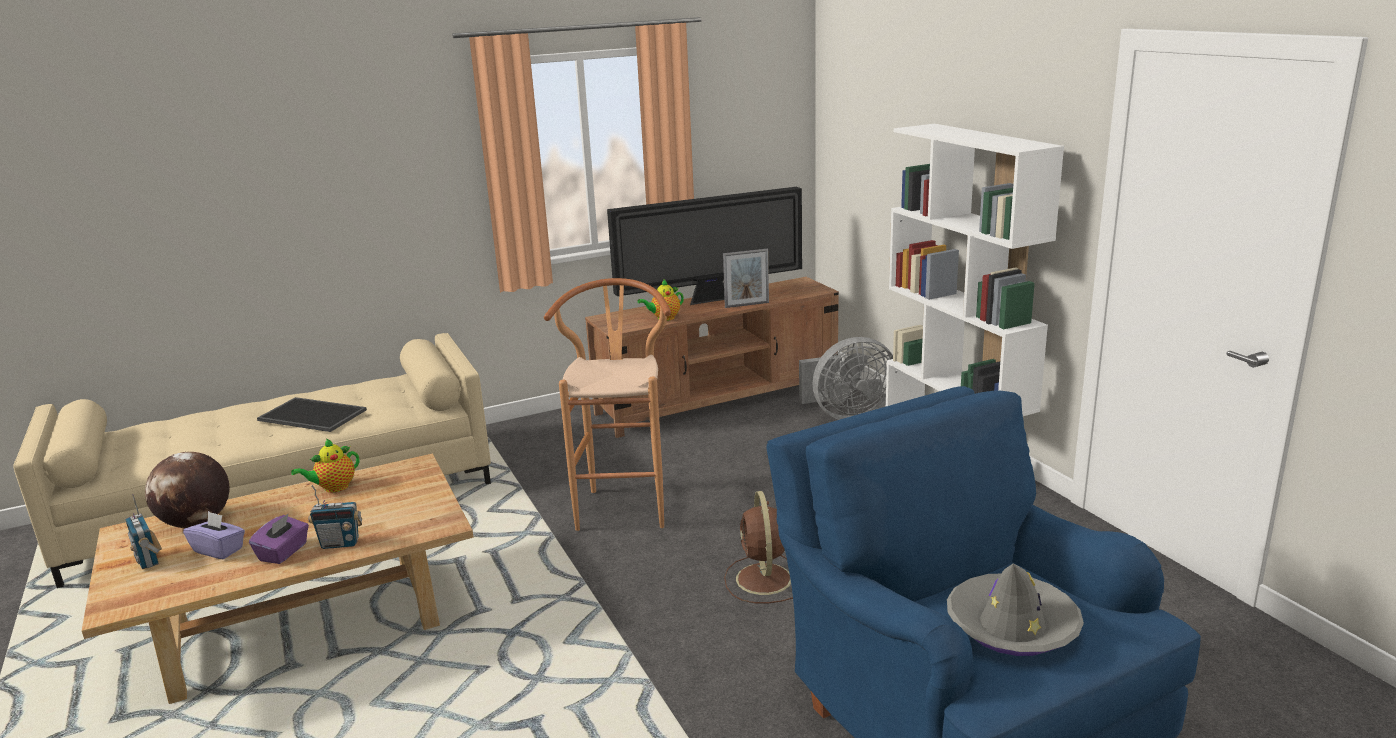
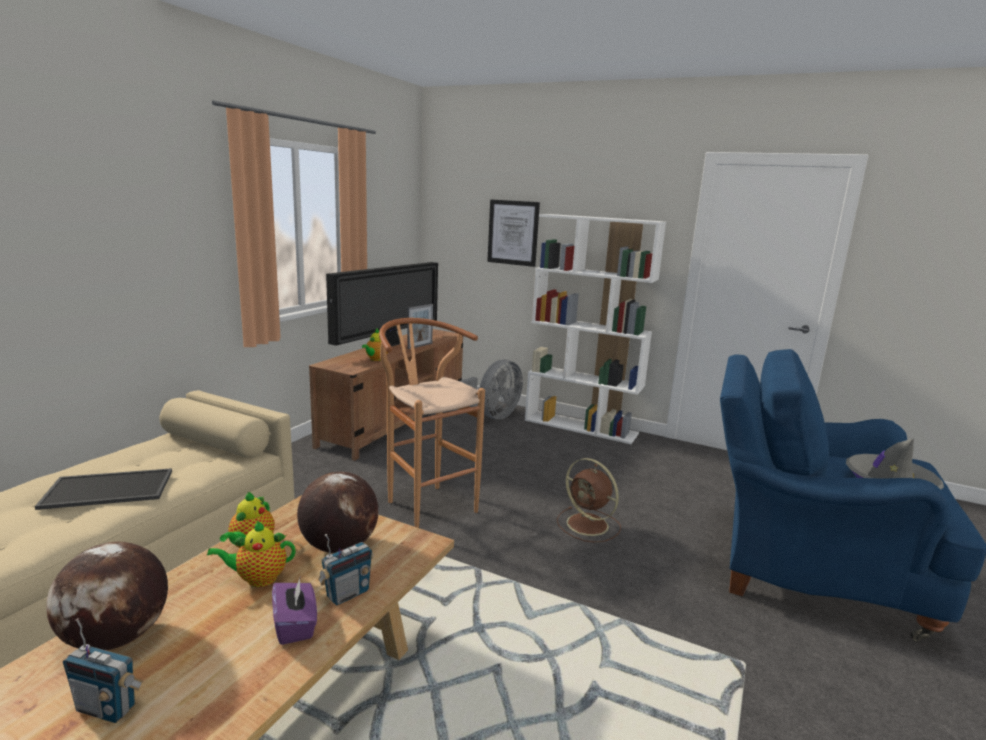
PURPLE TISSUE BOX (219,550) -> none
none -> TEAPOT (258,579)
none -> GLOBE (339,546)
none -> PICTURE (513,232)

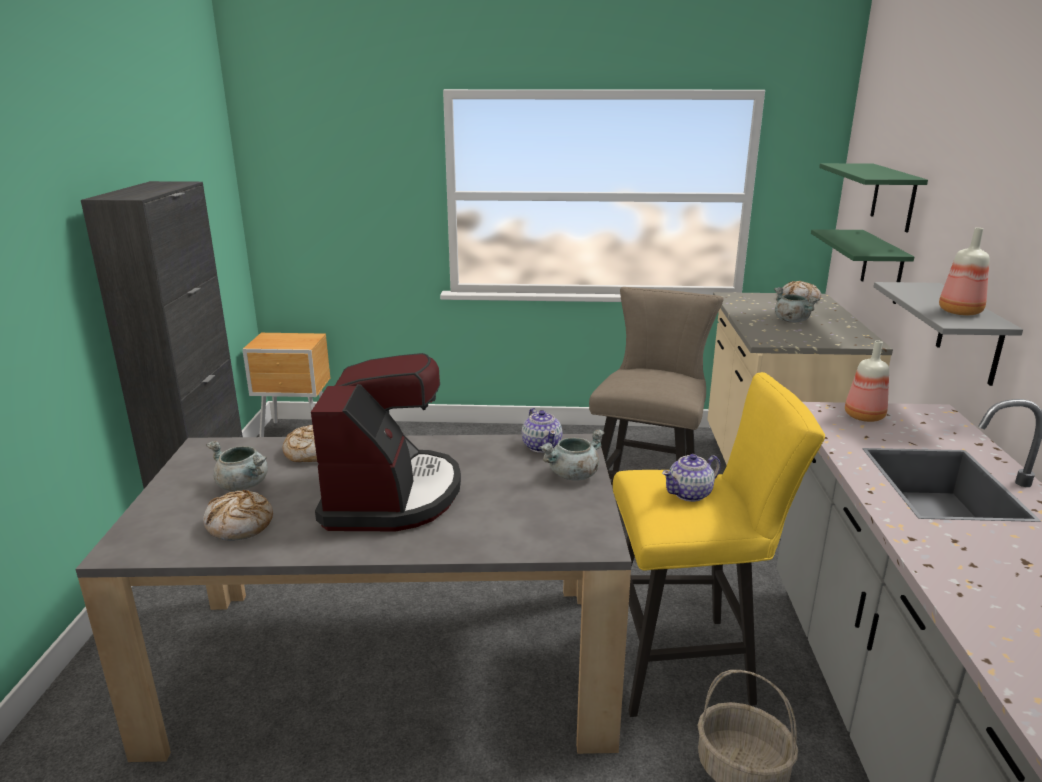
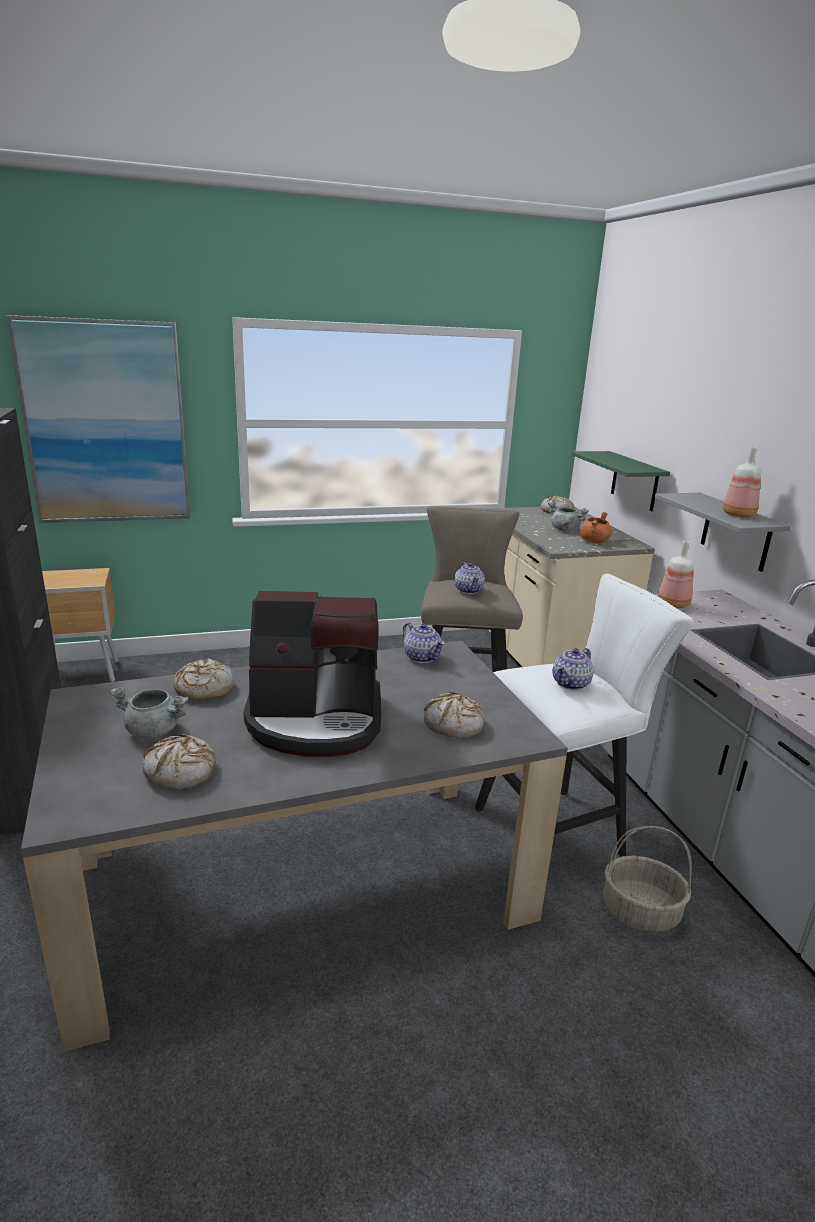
GREY COOKING POT (573,475) -> none
GREEN SHELF (893,197) -> none
none -> PICTURE (106,424)
none -> BREAD (453,724)
none -> TEAPOT (468,590)
none -> ORANGE COOKING POT (594,541)
YELLOW STOOL (688,662) -> WHITE STOOL (558,831)
COFFEE MACHINE (391,495) -> COFFEE MACHINE (316,720), 105 degrees clockwise

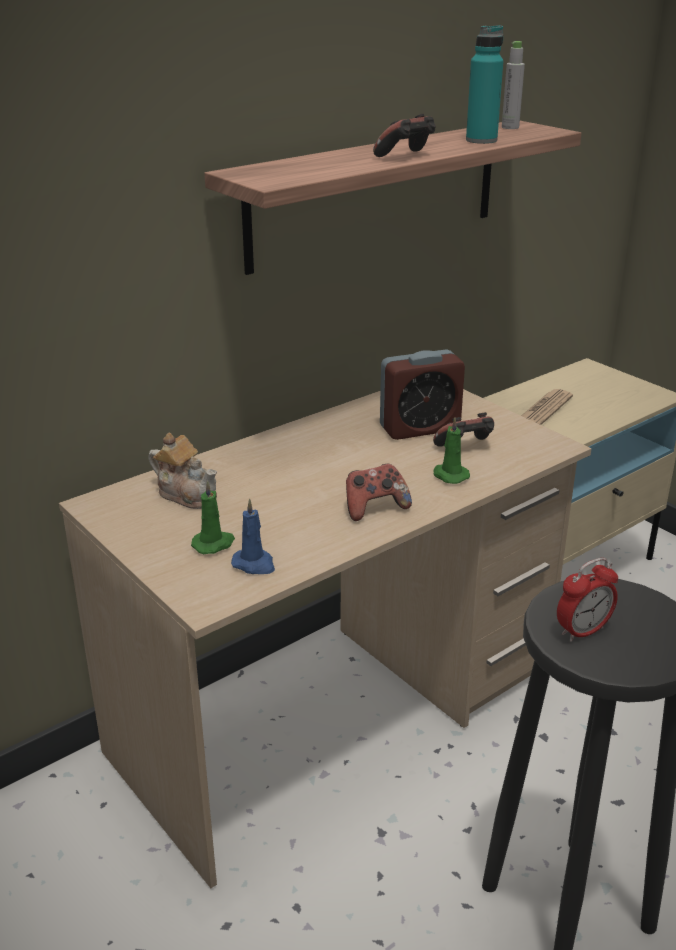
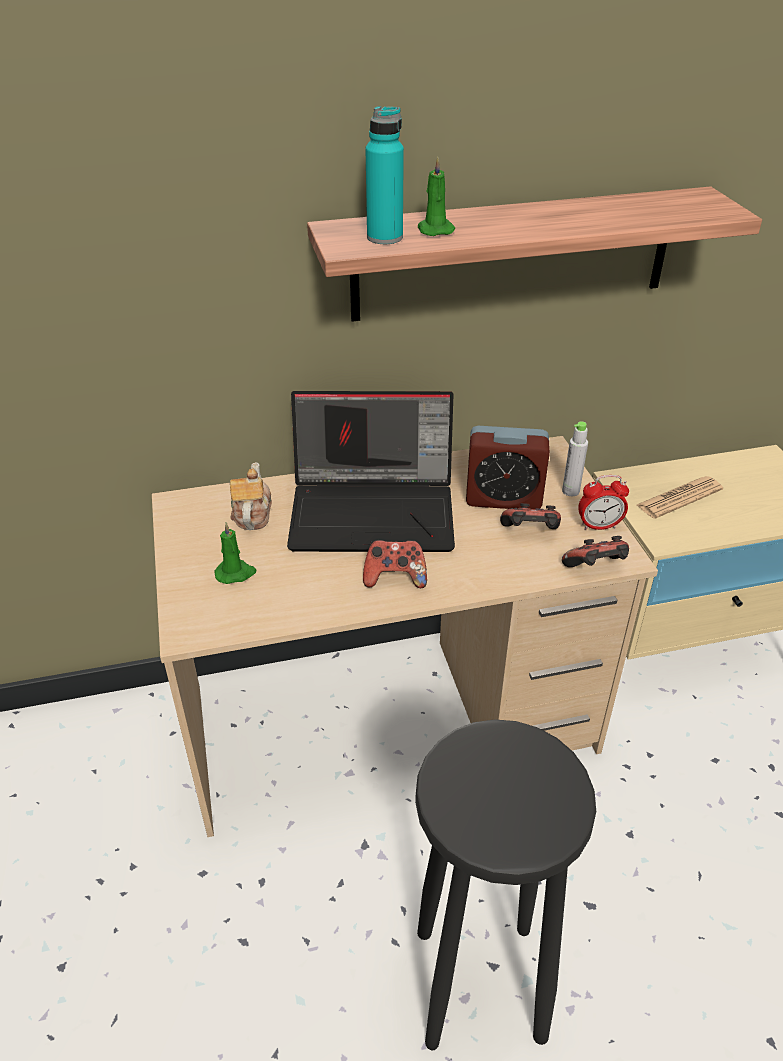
BLUE CANDLE (254,564) -> none
none -> LAPTOP (375,511)
GAME CONTROLLER (406,157) -> GAME CONTROLLER (595,569), relocated
GREEN CANDLE (449,475) -> GREEN CANDLE (434,230), relocated
TURQUOISE BOTTLE (481,140) -> TURQUOISE BOTTLE (384,237), relocated
GREY BOTTLE (510,127) -> GREY BOTTLE (570,491), relocated
ALARM CLOCK (582,631) -> ALARM CLOCK (599,526), relocated
TEAPOT (187,494) -> TEAPOT (252,514), 150 degrees counterclockwise

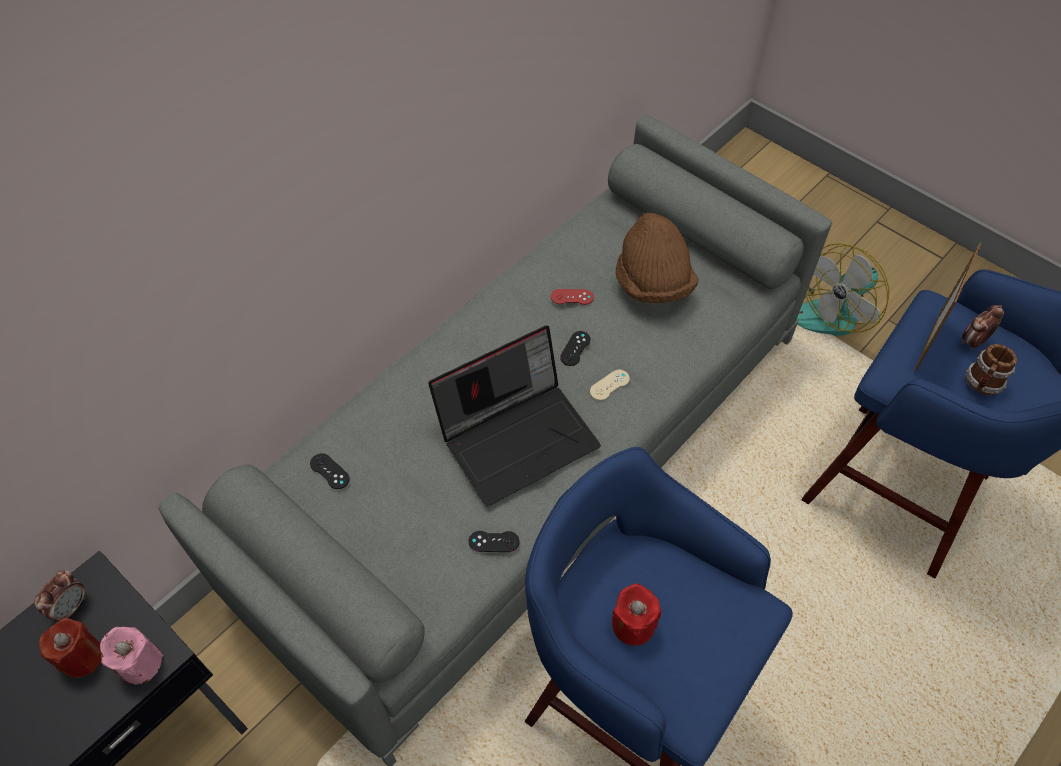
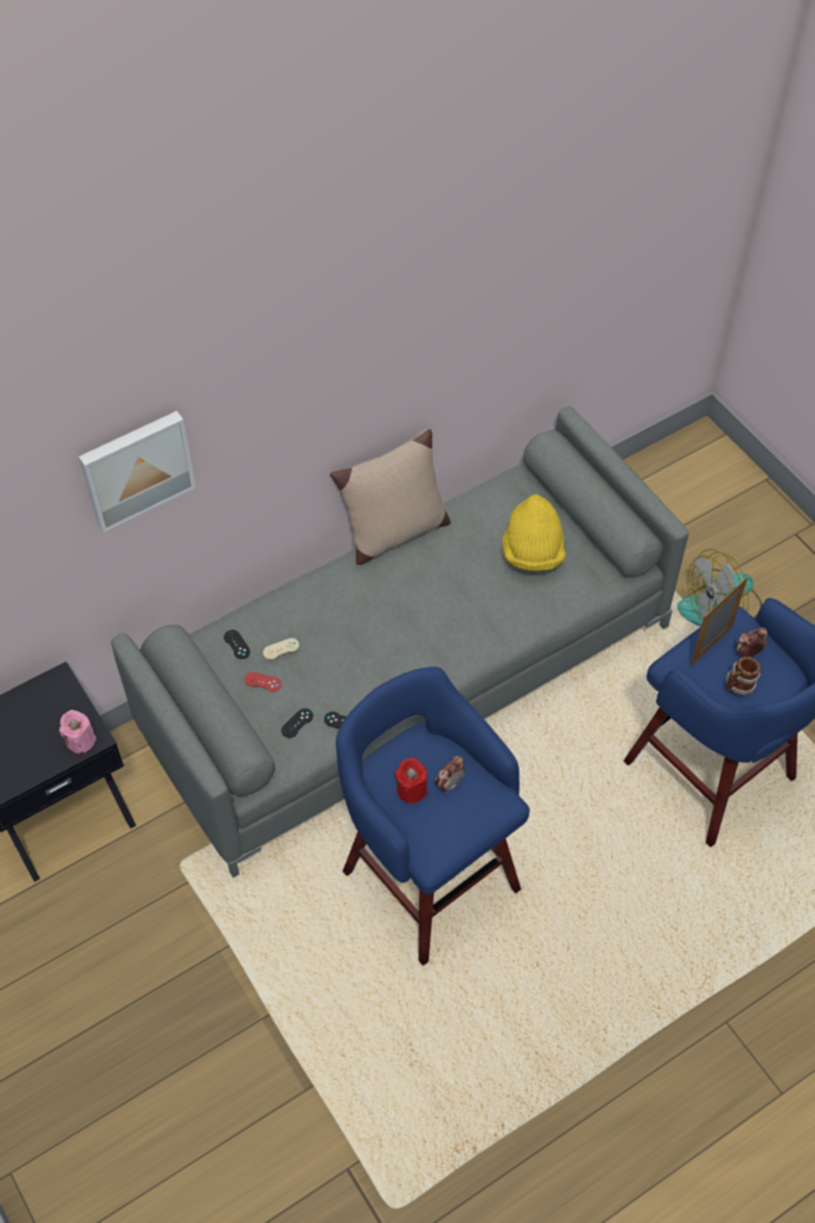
RED CANDLE (81,657) -> none
LAPTOP (518,436) -> none
none -> PICTURE (136,468)
none -> BEIGE PILLOW (393,533)
ALARM CLOCK (71,607) -> ALARM CLOCK (449,784), relocated
RED GAME CONTROLLER (572,297) -> RED GAME CONTROLLER (263,682), relocated
BLACK GAME CONTROLLER (575,348) -> BLACK GAME CONTROLLER (297,723), relocated
BEIGE GAME CONTROLLER (609,385) -> BEIGE GAME CONTROLLER (281,649), relocated
BROWN HAT (653,283) -> YELLOW HAT (532,552)

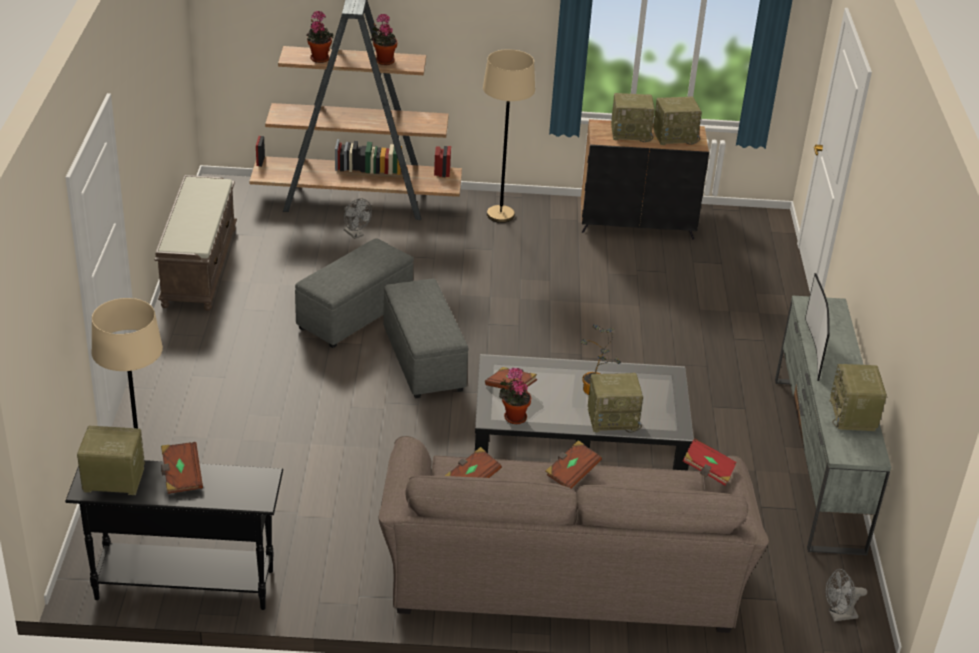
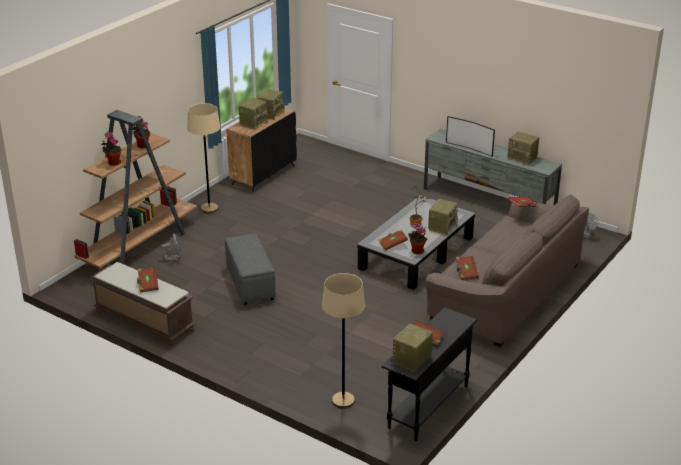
GREY OTTOMAN (423,359) -> none
BROWN BOOK (572,473) -> BROWN BOOK (147,284), relocated

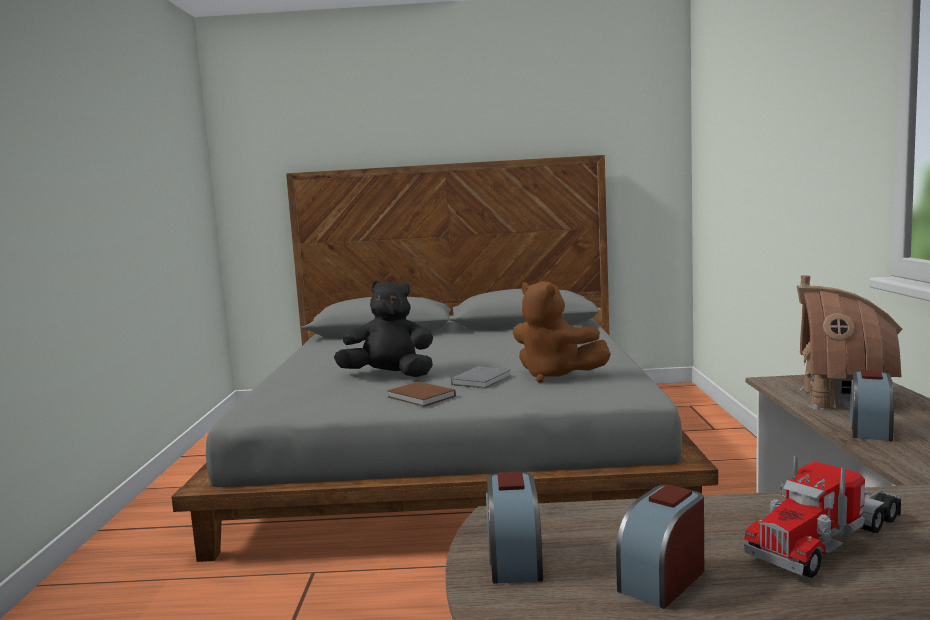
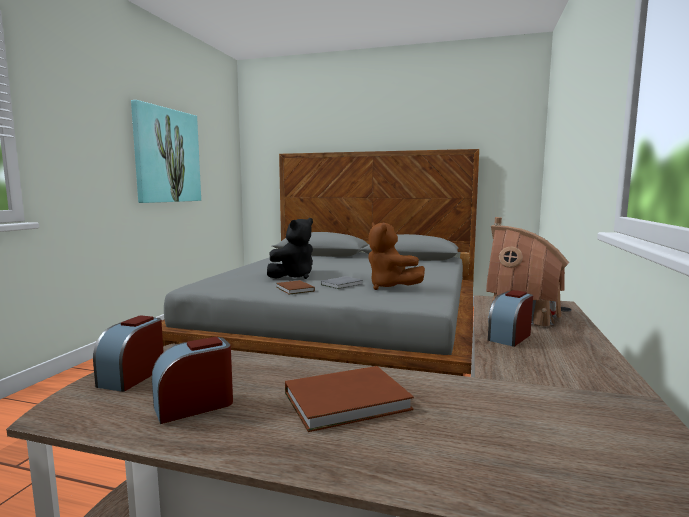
none -> PICTURE (167,156)
TOY TRUCK (826,538) -> BROWN BOOK (350,401)
BLACK PLUSH TOY (389,376) -> BLACK PLUSH TOY (293,276), 105 degrees clockwise

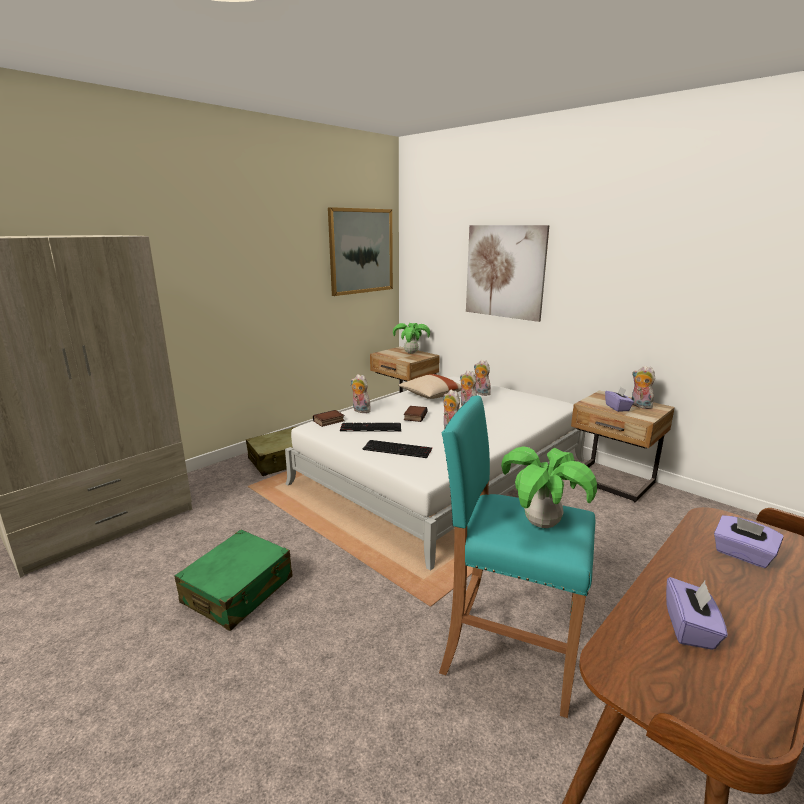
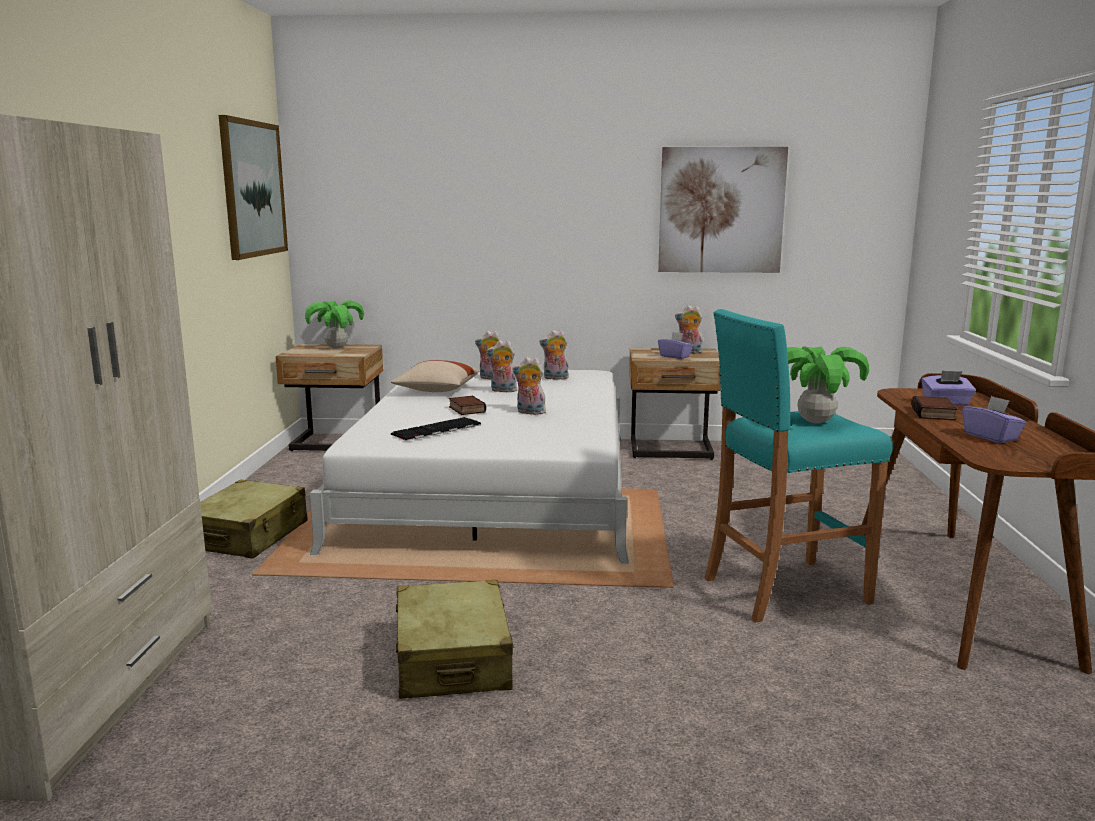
KEYBOARD (398,449) -> none
BOOK (328,421) -> BOOK (934,414), relocated
PLUSH TOY (360,411) -> PLUSH TOY (555,378), relocated
PICTURE (504,272) -> PICTURE (721,210), relocated
GREEN SUITCASE (238,590) -> BEIGE SUITCASE (452,659)

